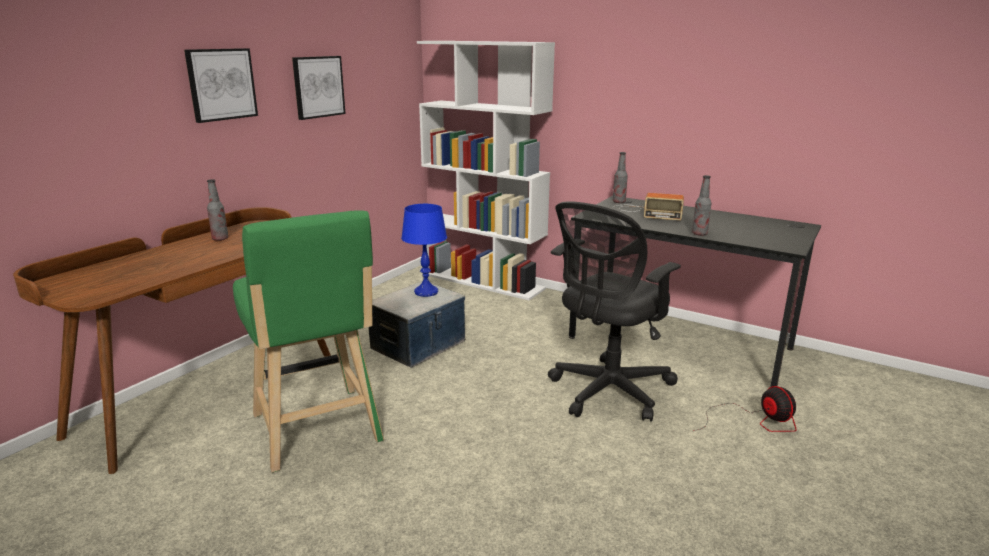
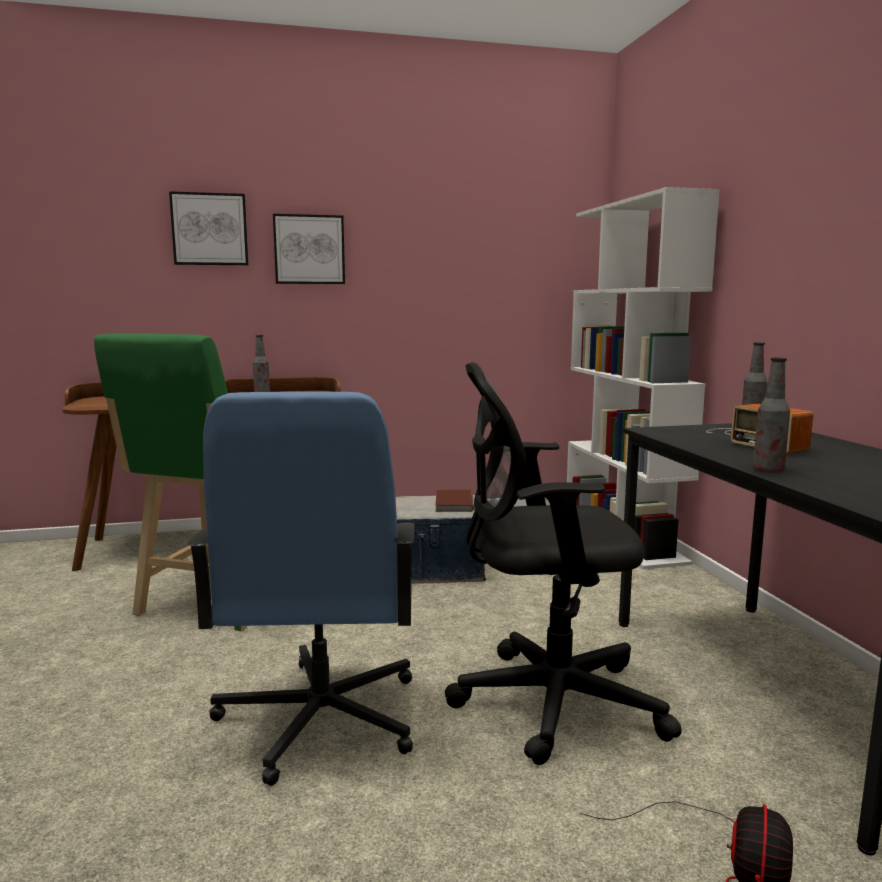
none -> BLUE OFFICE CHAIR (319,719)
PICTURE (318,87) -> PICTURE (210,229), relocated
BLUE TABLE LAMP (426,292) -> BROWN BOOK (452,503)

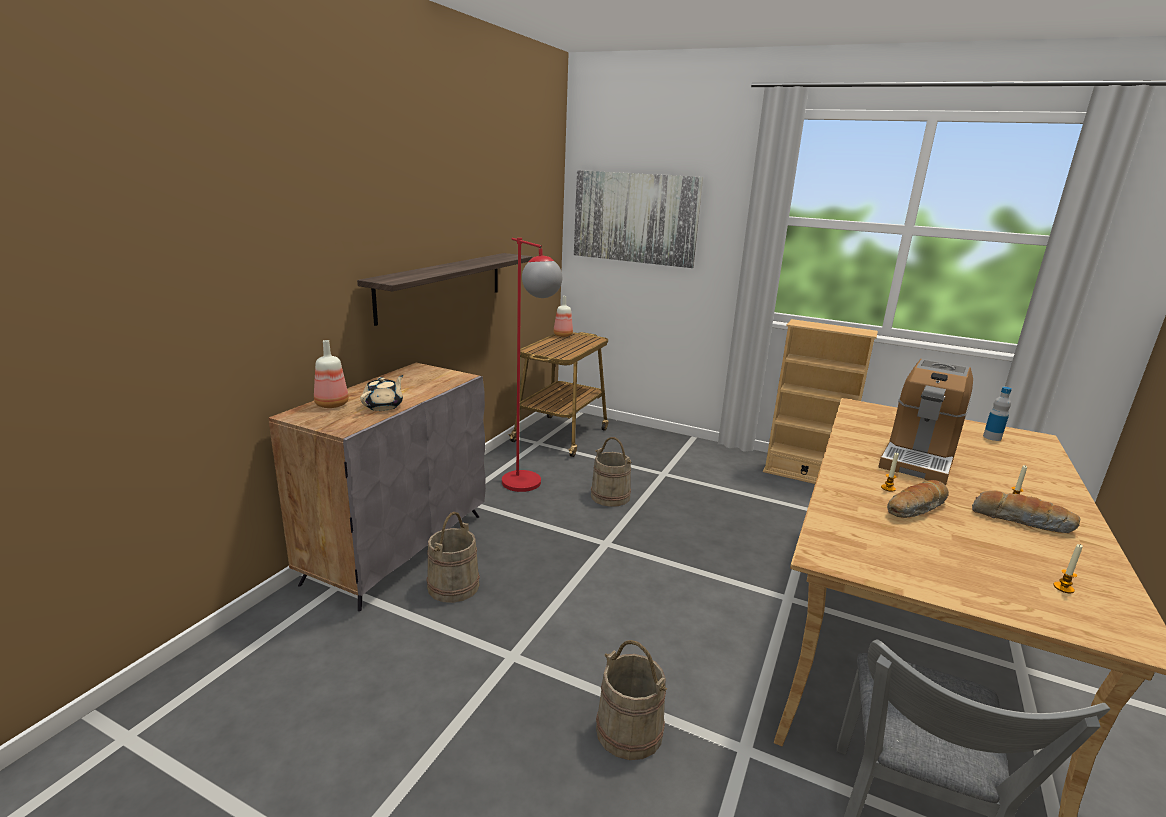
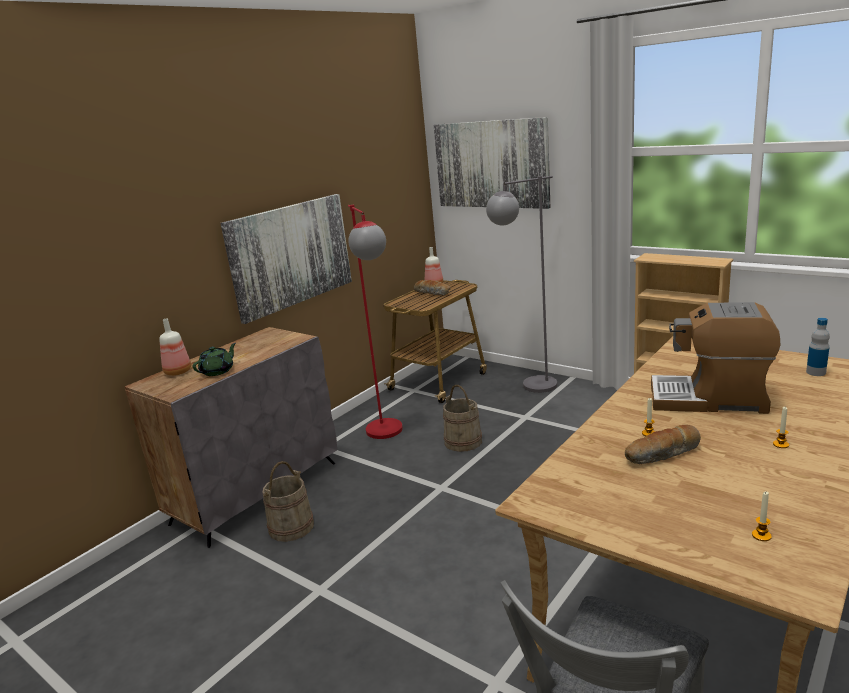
BEIGE BUCKET (629,731) -> none
none -> GREY FLOOR LAMP (528,388)
BREAD (1021,520) -> BREAD (433,292), relocated
SHELF (442,285) -> PICTURE (290,255)
BEIGE TEAPOT (384,406) -> GREEN TEAPOT (218,371)
COFFEE MACHINE (919,457) -> COFFEE MACHINE (709,398), 60 degrees clockwise

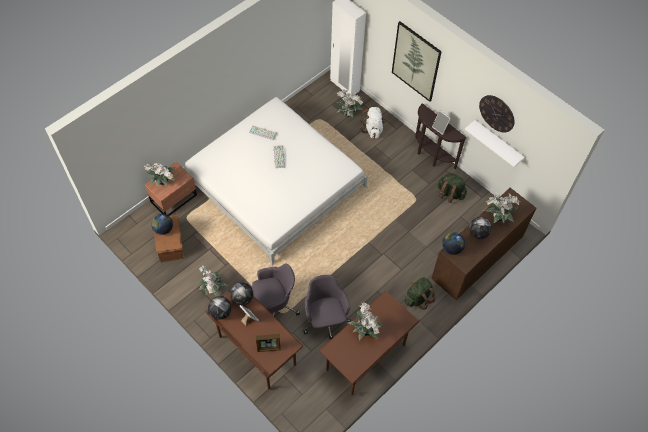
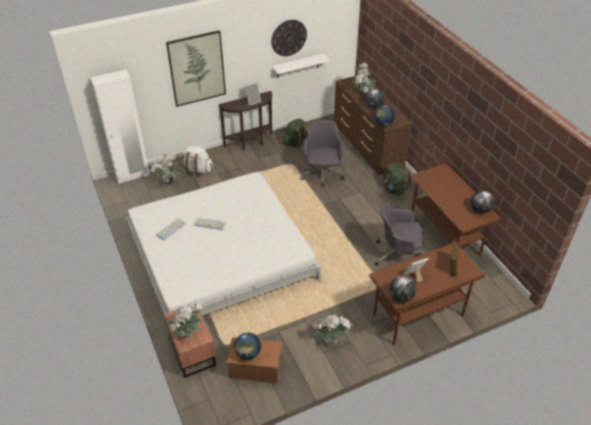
POTTED PLANT (365,330) -> none
GLOBE (242,298) -> GLOBE (480,210), relocated
GREY OFFICE CHAIR (275,304) -> GREY OFFICE CHAIR (322,174), relocated

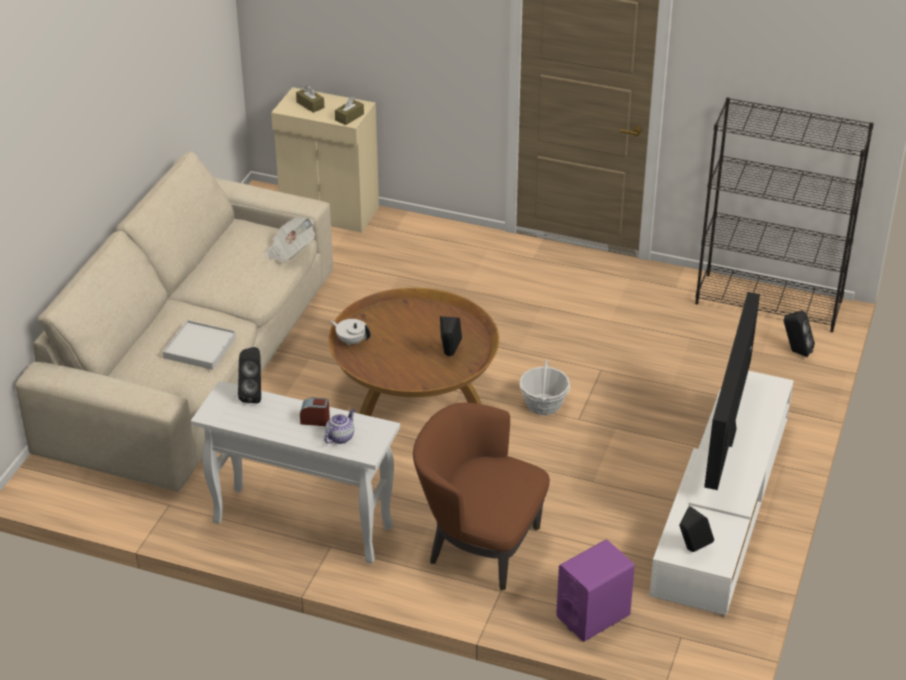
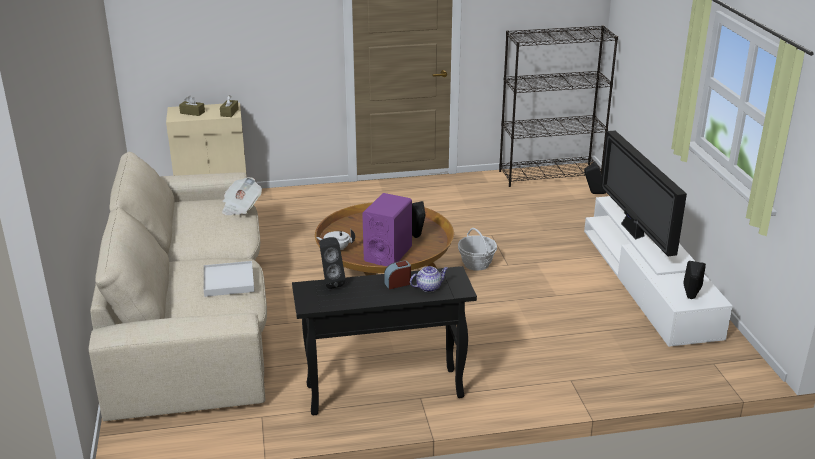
BROWN ARMCHAIR (479,545) -> none
PURPLE SPEAKER (593,616) -> PURPLE SPEAKER (388,254), relocated
WHITE CONSOLE TABLE (301,525) -> BLACK CONSOLE TABLE (383,392)
TEAPOT (340,437) -> TEAPOT (429,287), 60 degrees clockwise

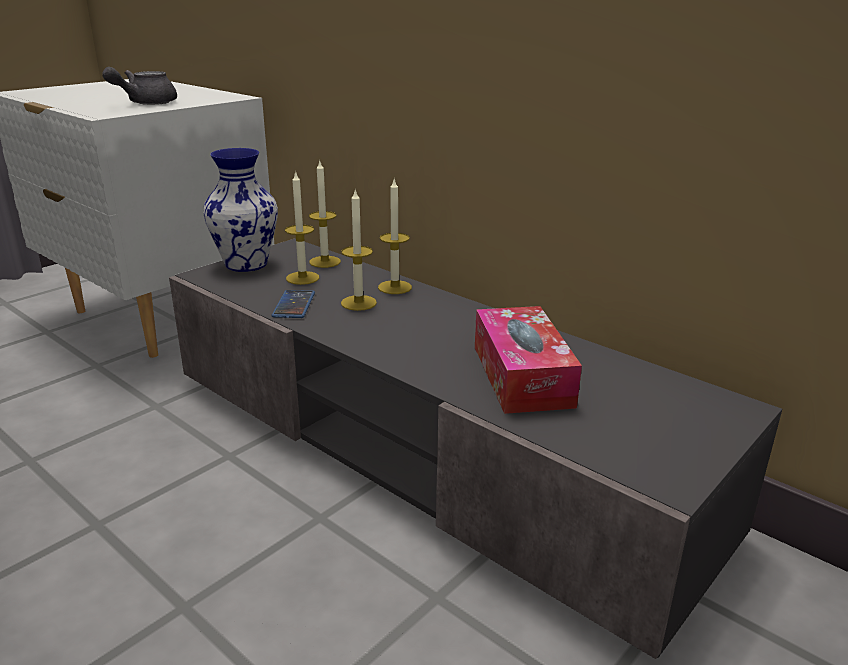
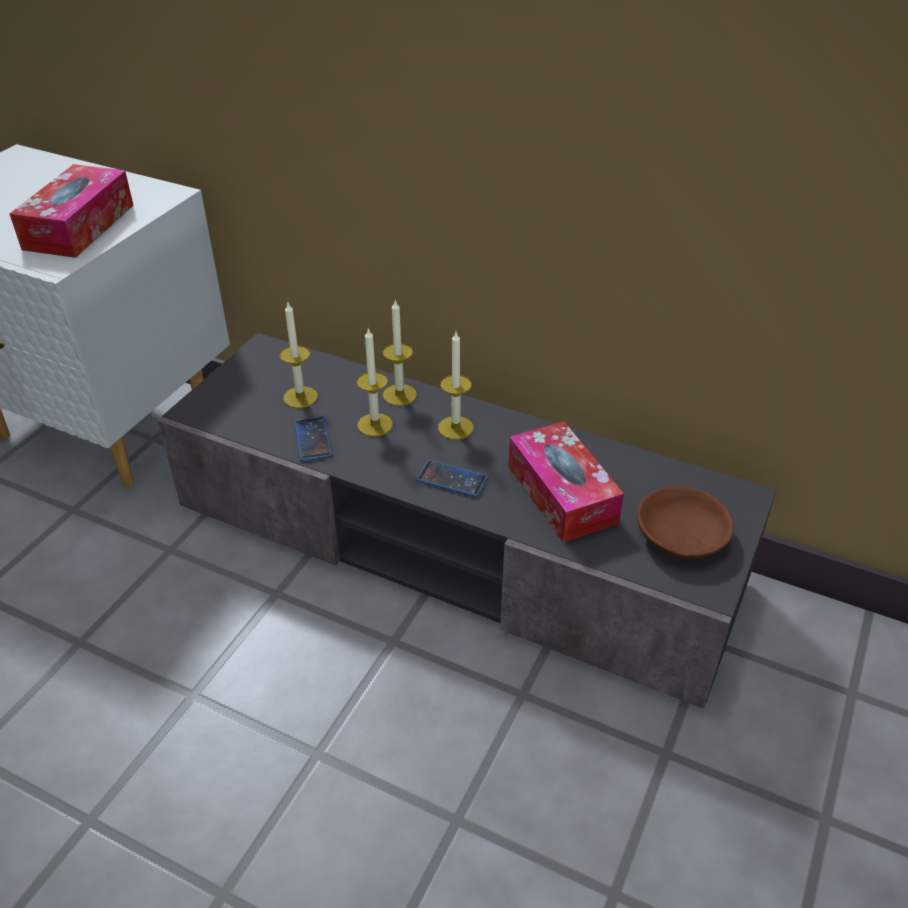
VASE (247,264) -> none
none -> PHONE (452,479)
none -> BROWN BOWL (681,535)
CANDLE (325,262) -> CANDLE (455,428), relocated
GREY TEAPOT (145,103) -> TISSUE BOX (79,226)

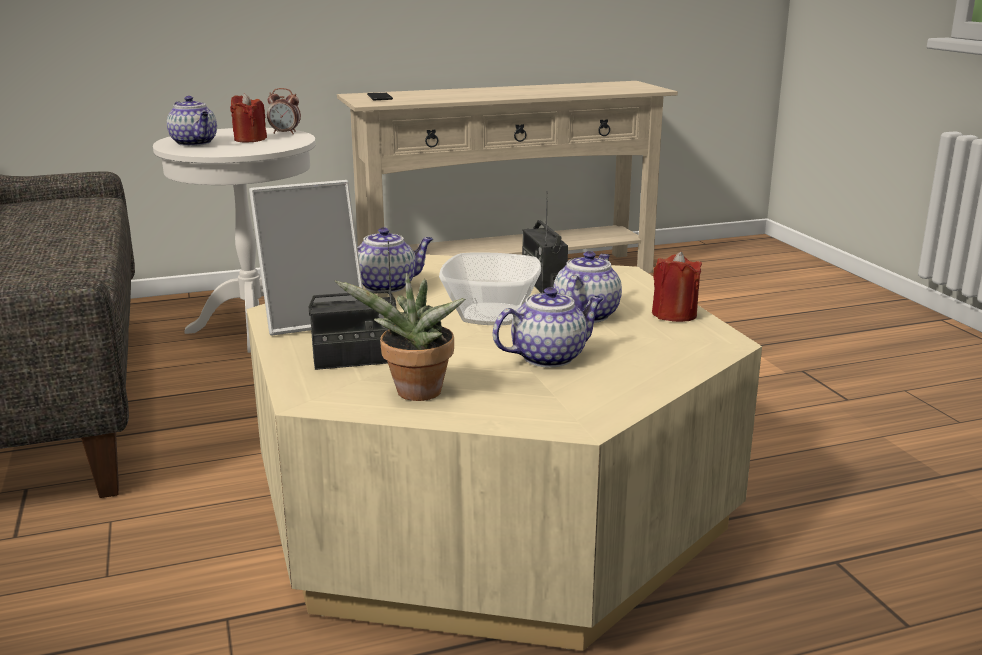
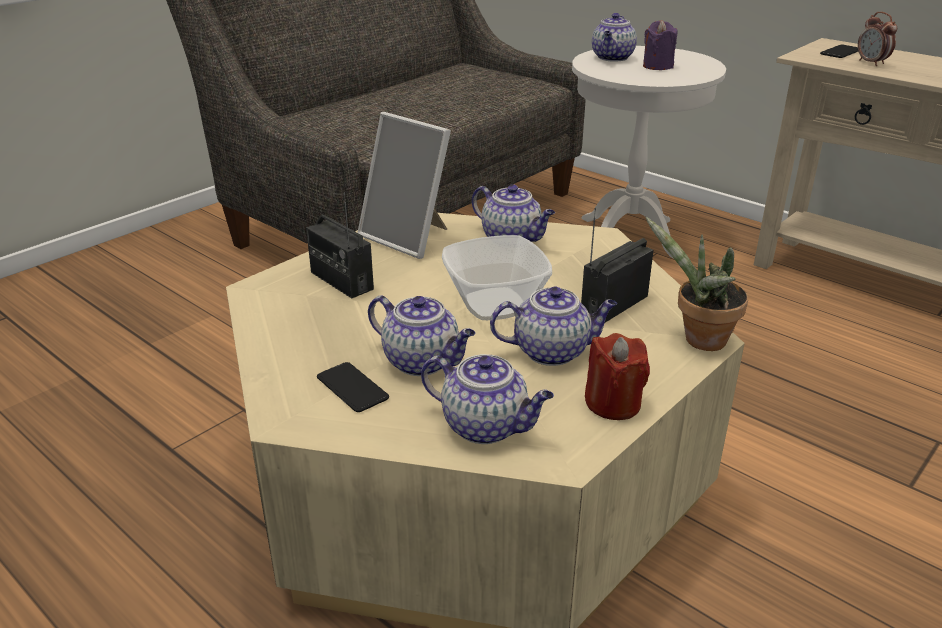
none -> PHONE (352,388)
none -> TEAPOT (487,426)
ALARM CLOCK (285,133) -> ALARM CLOCK (871,63), relocated
POTTED PLANT (415,395) -> POTTED PLANT (698,340), relocated
RED CANDLE (250,139) -> PURPLE CANDLE (657,66)

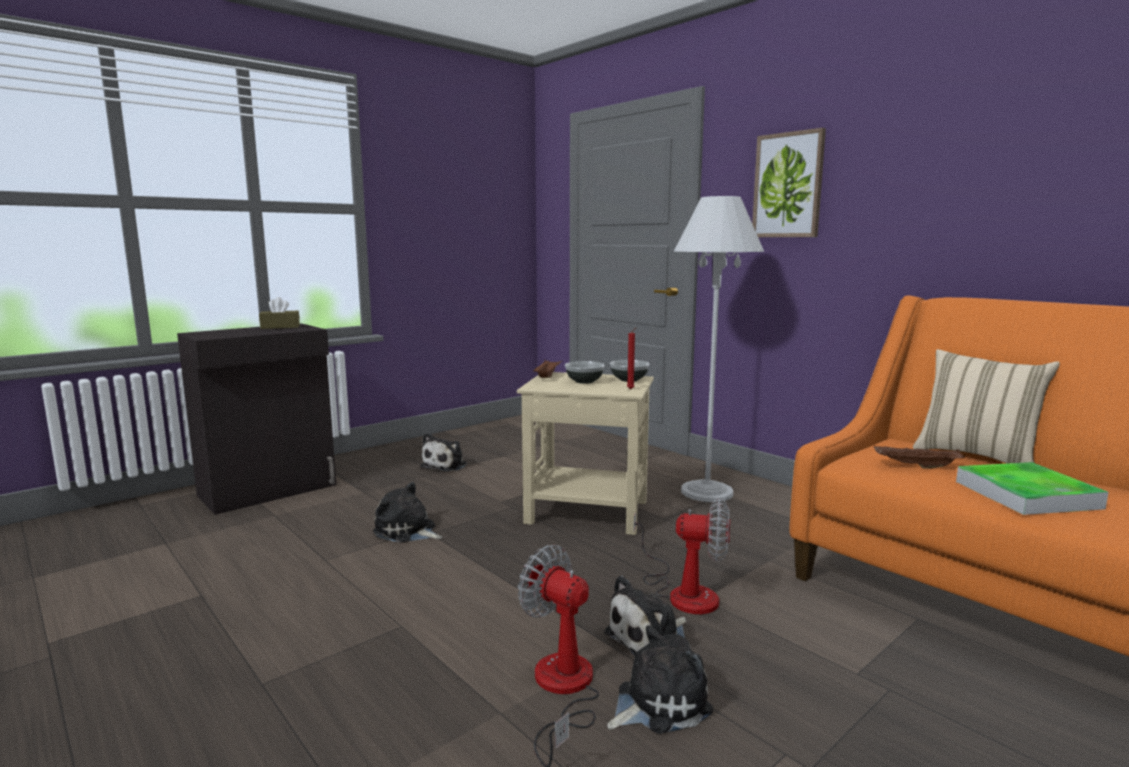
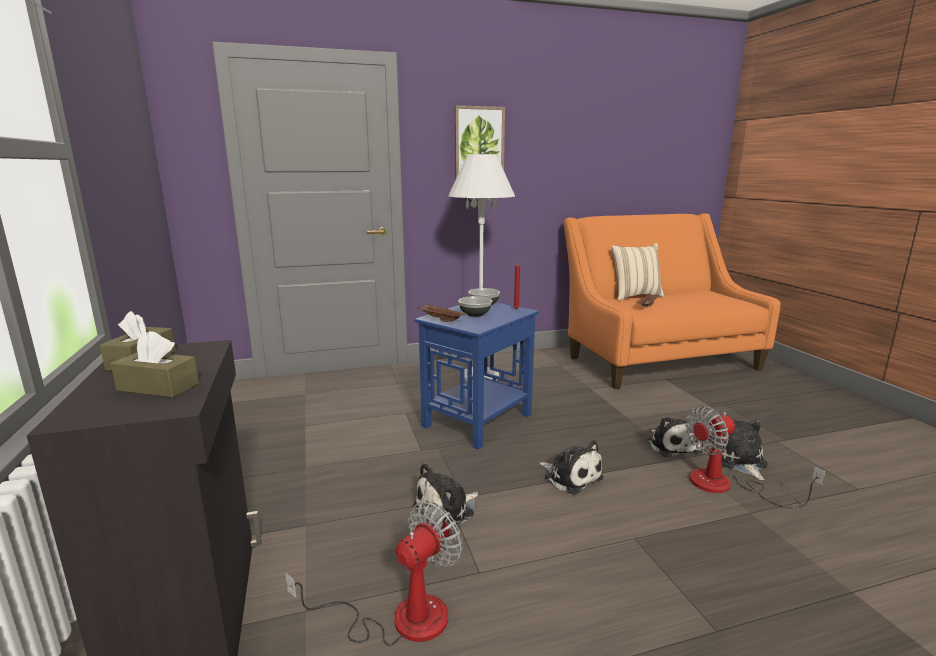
TRAY (1026,494) -> none
none -> BROWN TISSUE BOX (158,387)
PLUSH TOY (446,465) -> PLUSH TOY (571,477), relocated
FAN (683,592) -> FAN (400,618), relocated
BEIGE SIDE TABLE (585,512) -> BLUE SIDE TABLE (476,420)

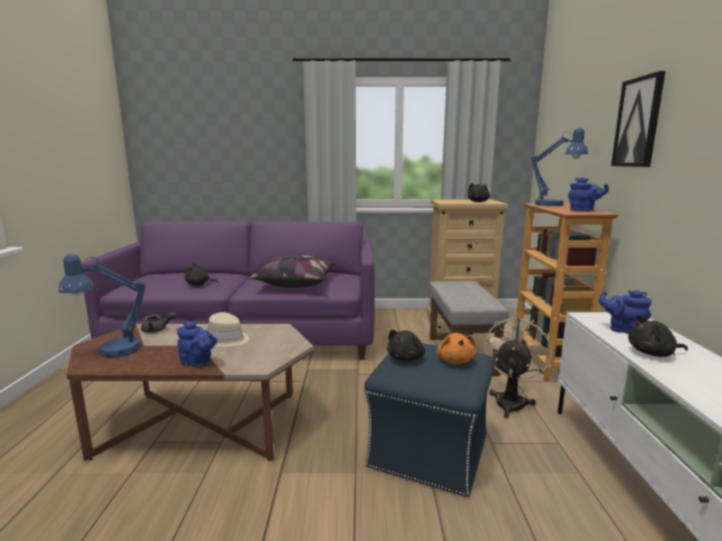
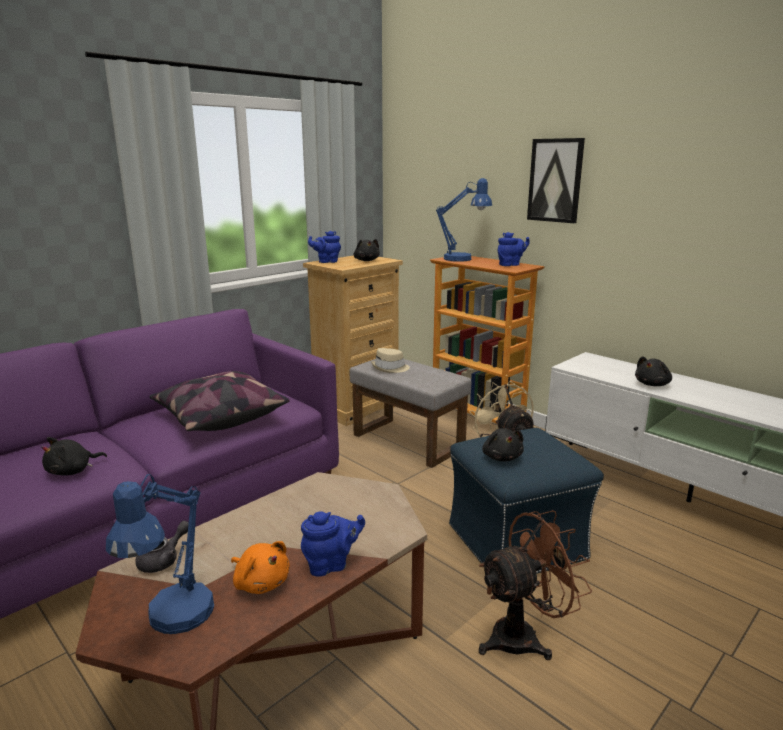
none -> BROWN FAN (524,636)
BEIGE HAT (226,338) -> BEIGE HAT (390,368), relocated
ORANGE PLUSH TOY (455,360) -> ORANGE PLUSH TOY (261,582), relocated
BLUE TEAPOT (623,330) -> BLUE TEAPOT (326,261), relocated

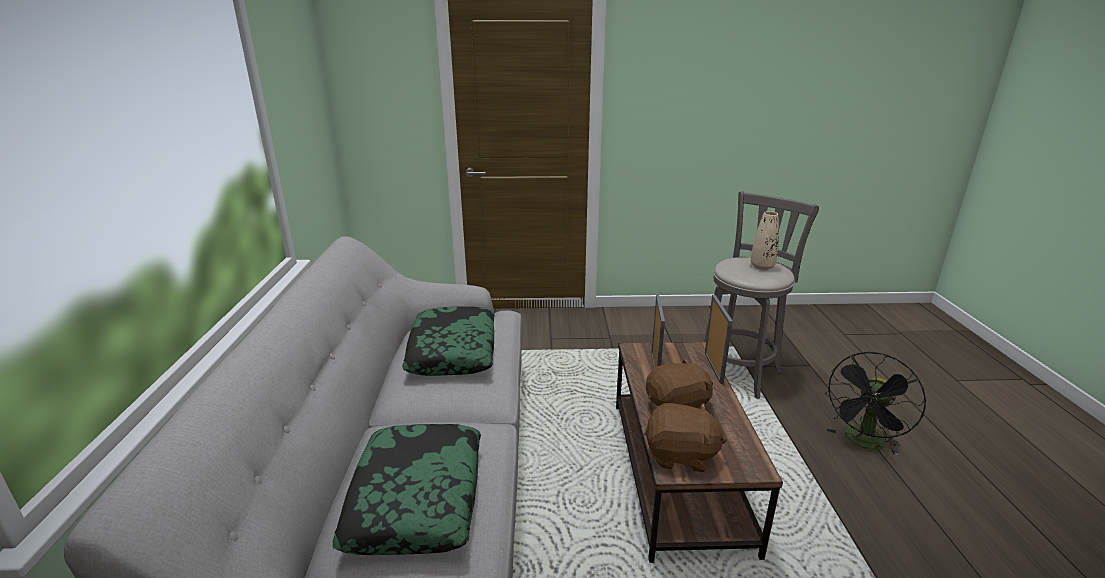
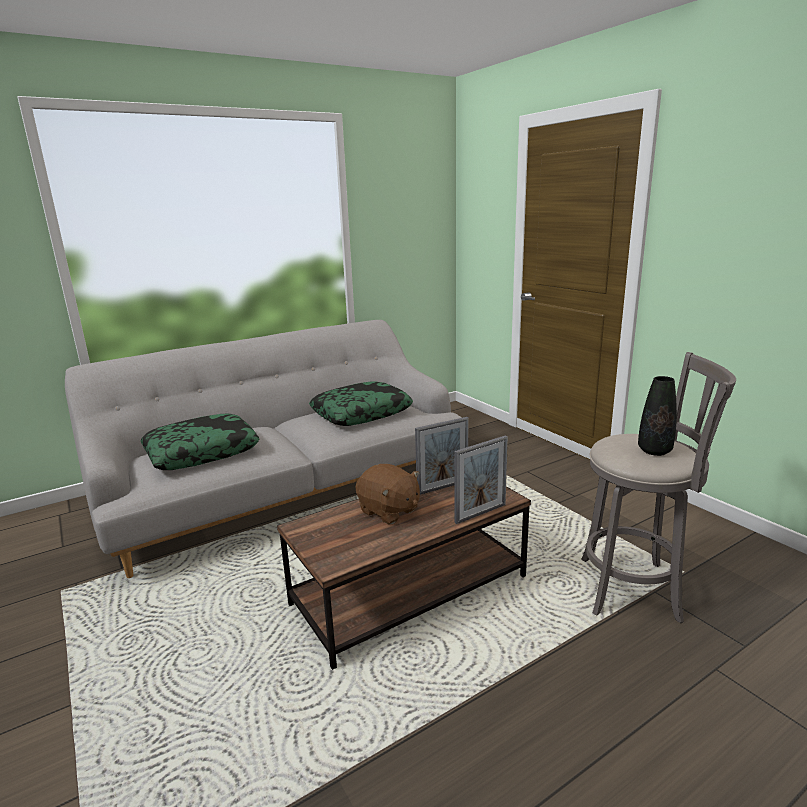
BROWN PLUSH TOY (680,455) -> none
BLACK FAN (863,443) -> none
BEIGE VASE (762,266) -> BLACK VASE (654,451)

